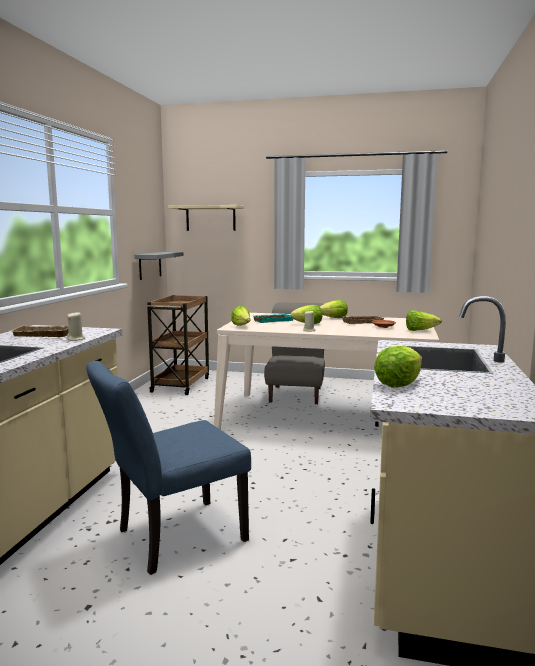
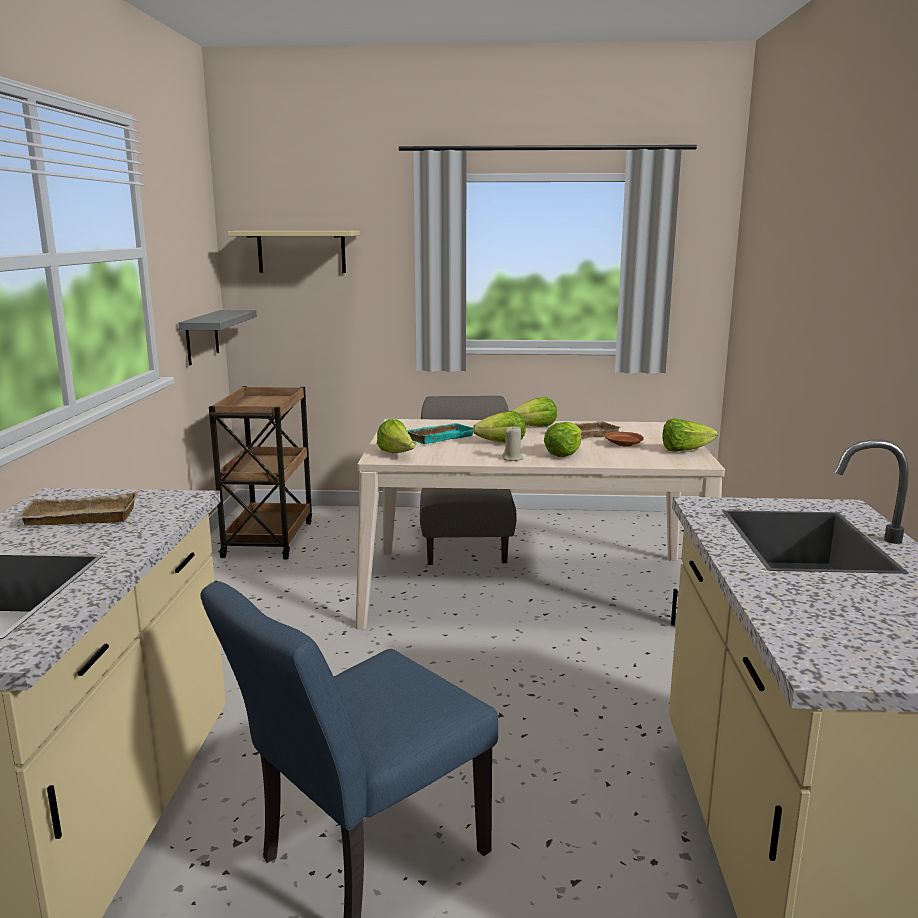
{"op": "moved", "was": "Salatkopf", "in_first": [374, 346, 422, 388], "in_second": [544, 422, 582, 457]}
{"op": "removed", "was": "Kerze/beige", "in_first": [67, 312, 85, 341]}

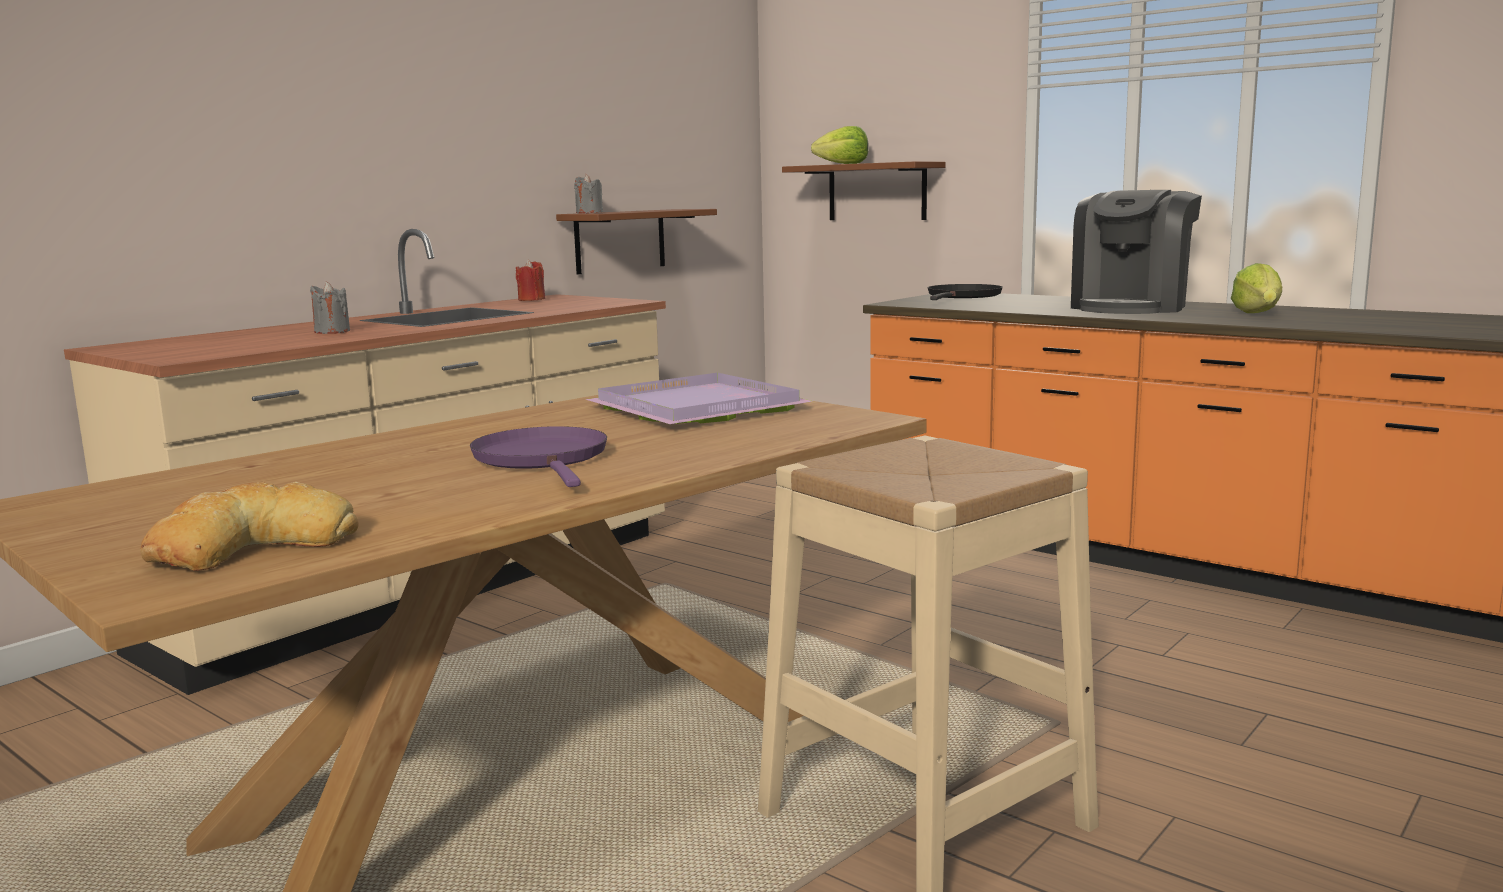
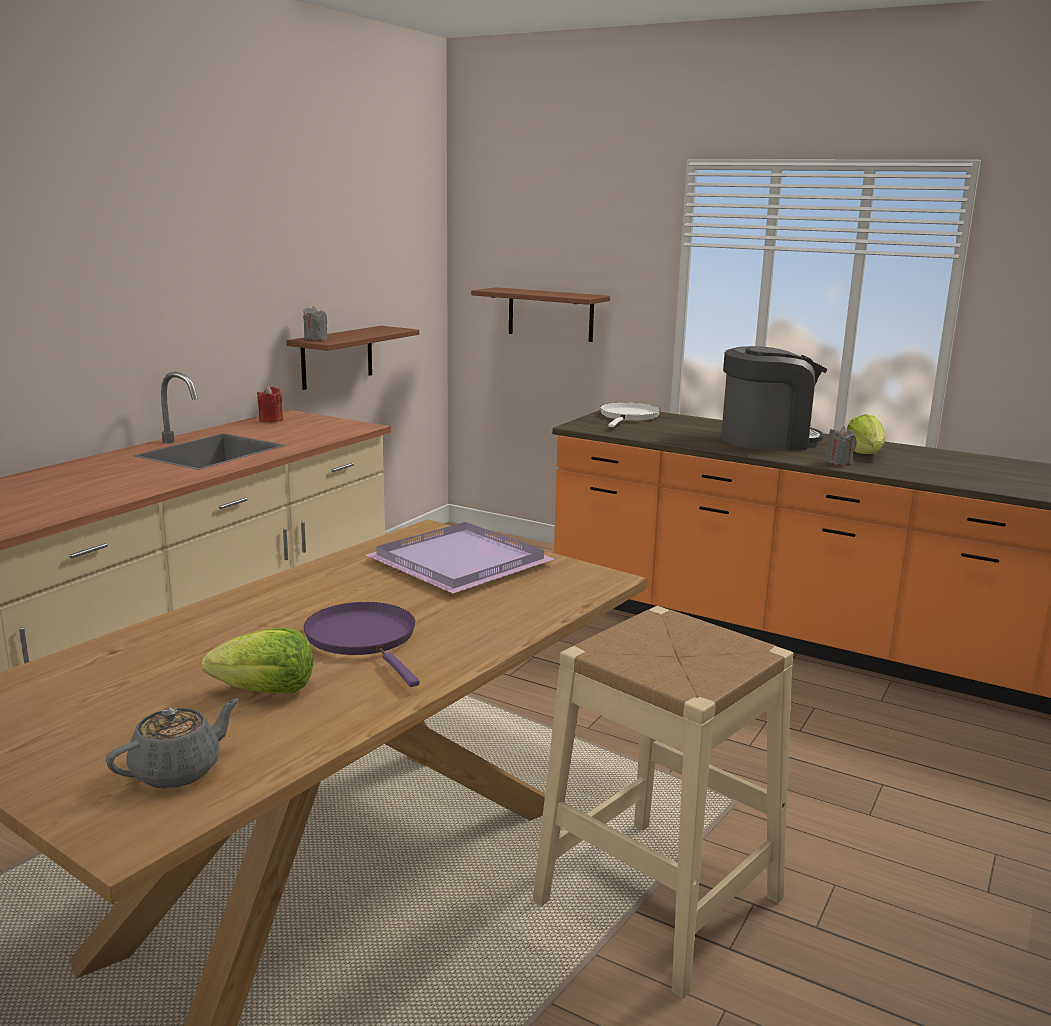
{"op": "replaced", "was": "Brot", "now": "Teekanne/grau", "in_first": [140, 482, 359, 571], "in_second": [106, 698, 239, 789]}
{"op": "moved", "was": "Salatkopf", "in_first": [811, 126, 869, 164], "in_second": [202, 628, 313, 693]}
{"op": "recoloured", "was": "Pfanne/schwarz", "now": "Pfanne/weiß", "in_first": [928, 284, 1003, 300], "in_second": [600, 403, 660, 427]}
{"op": "turned", "was": "Kaffeemaschine", "in_first": [1071, 190, 1202, 314], "in_second": [721, 346, 828, 450], "clockwise": -120}
{"op": "moved", "was": "Kerze/grau", "in_first": [310, 282, 350, 334], "in_second": [825, 427, 857, 466]}

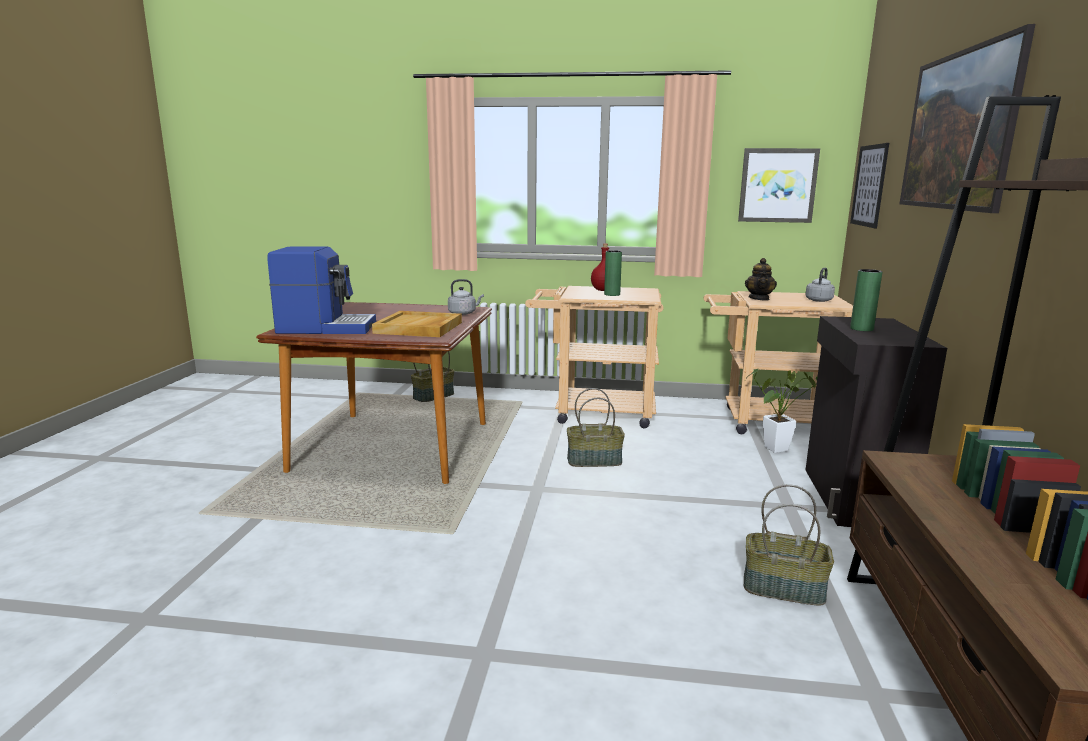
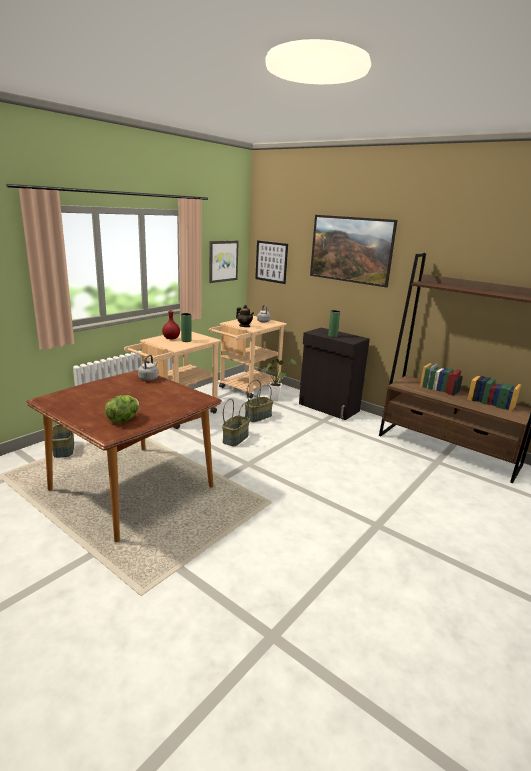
{"op": "replaced", "was": "Kaffeemaschine", "now": "Salatkopf", "in_first": [267, 246, 376, 334], "in_second": [105, 395, 139, 423]}
{"op": "moved", "was": "Korb", "in_first": [744, 484, 834, 606], "in_second": [245, 380, 273, 422]}
{"op": "removed", "was": "Tablett/beige", "in_first": [372, 311, 462, 337]}

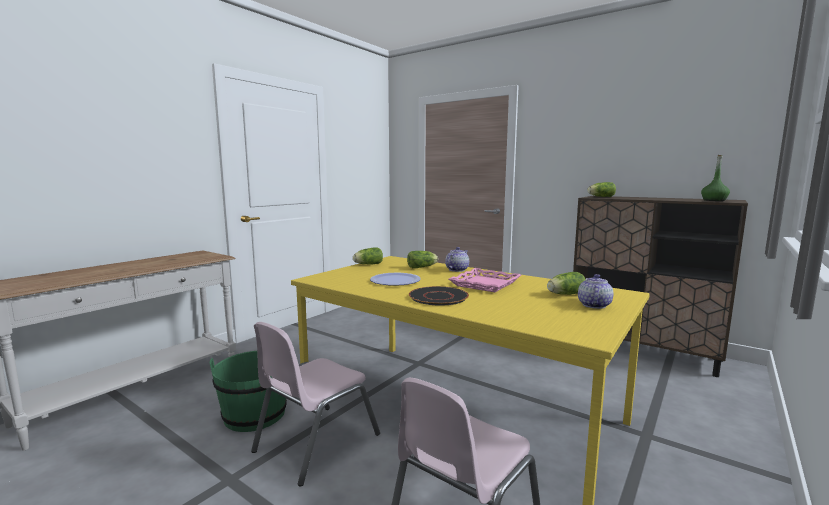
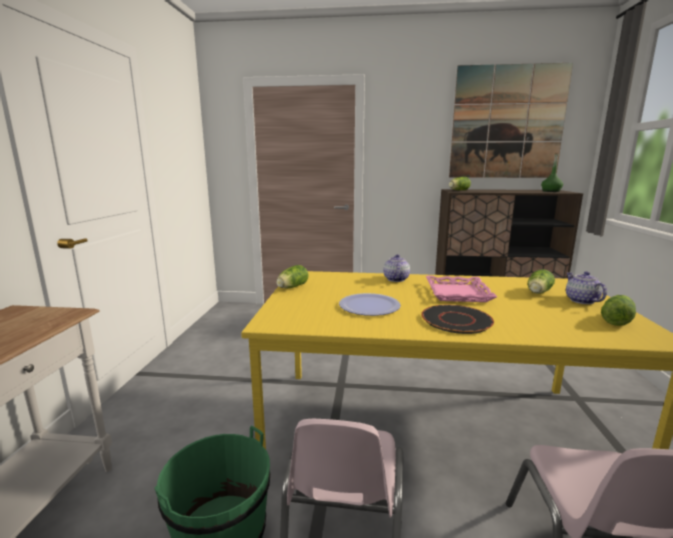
{"op": "added", "now": "Bild", "in_second": [449, 63, 573, 178]}
{"op": "moved", "was": "Salatkopf", "in_first": [407, 251, 438, 268], "in_second": [601, 295, 636, 326]}

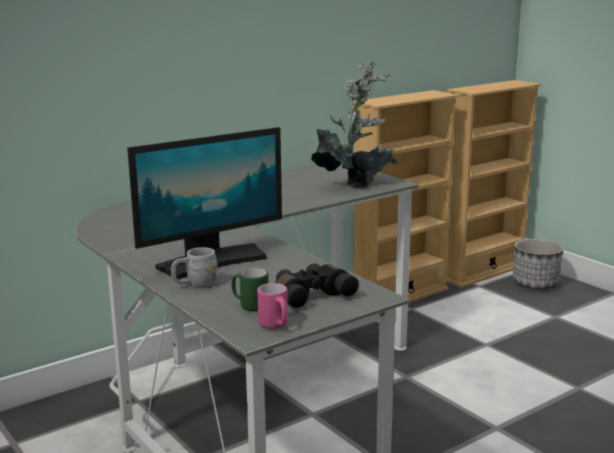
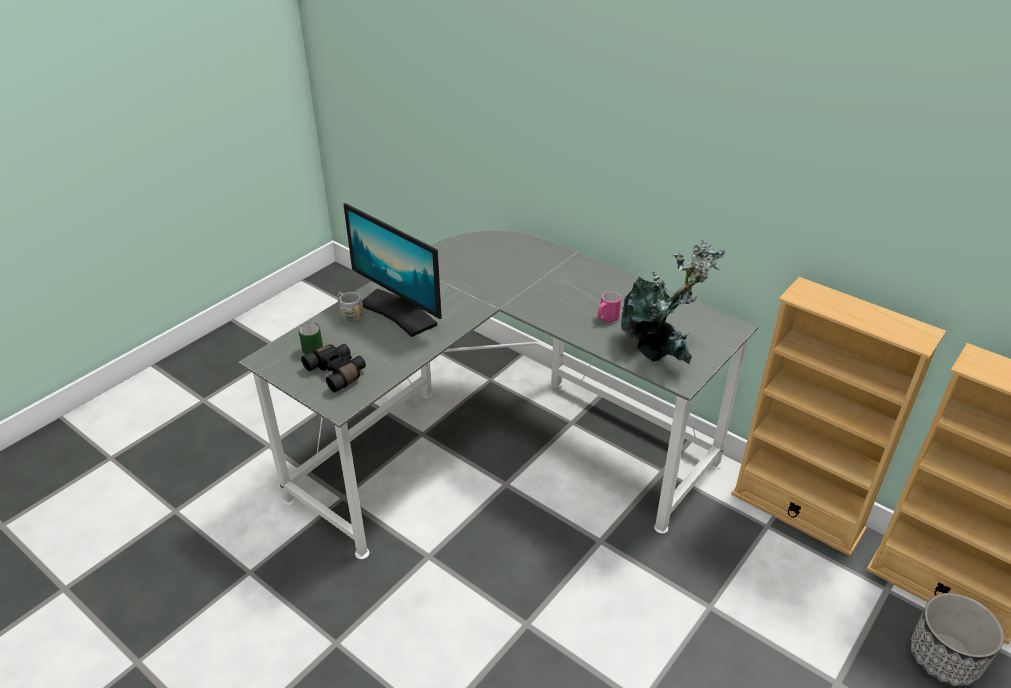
{"op": "moved", "was": "Henkelbecher/rosa", "in_first": [257, 283, 288, 329], "in_second": [598, 291, 621, 322]}

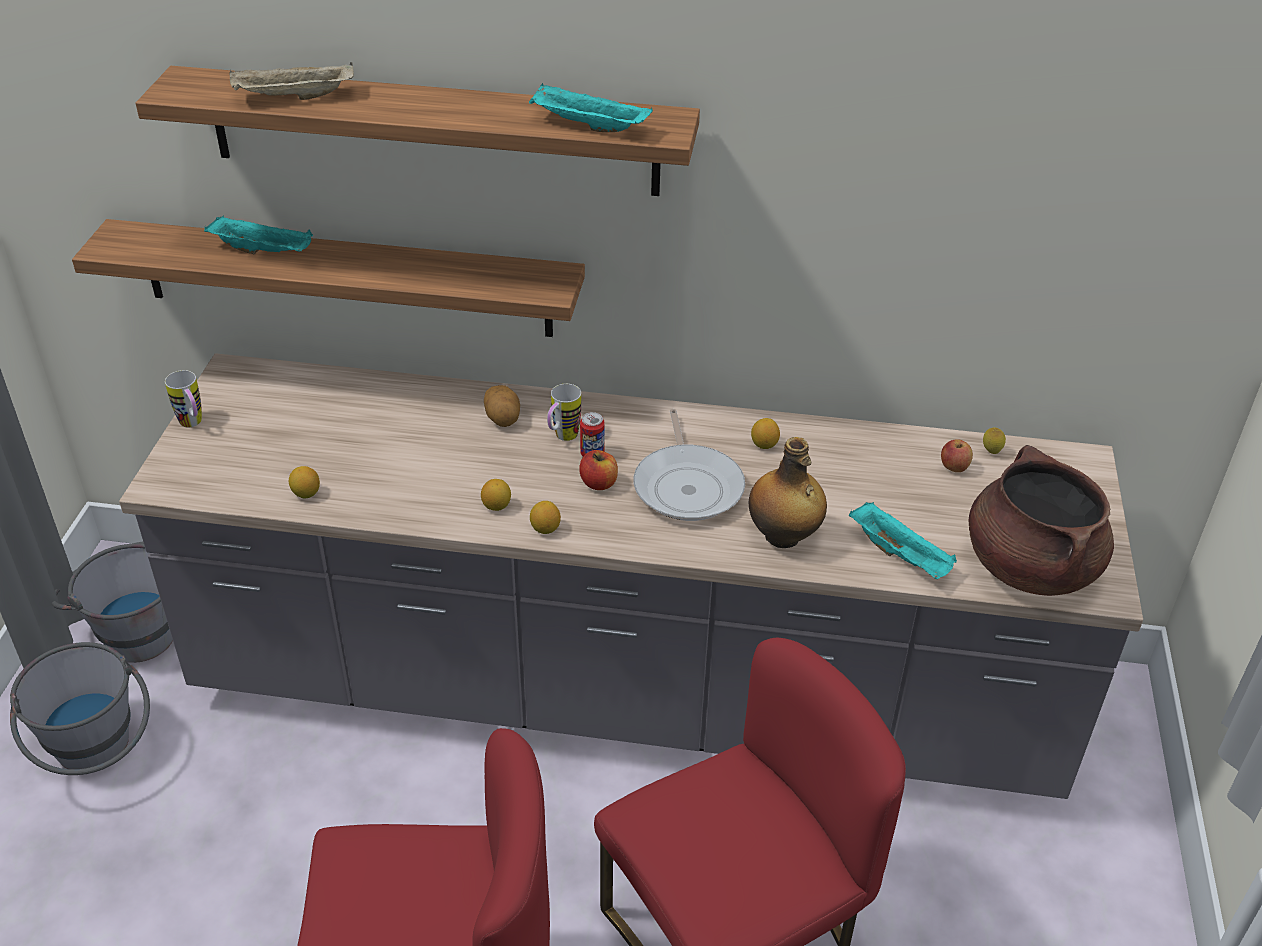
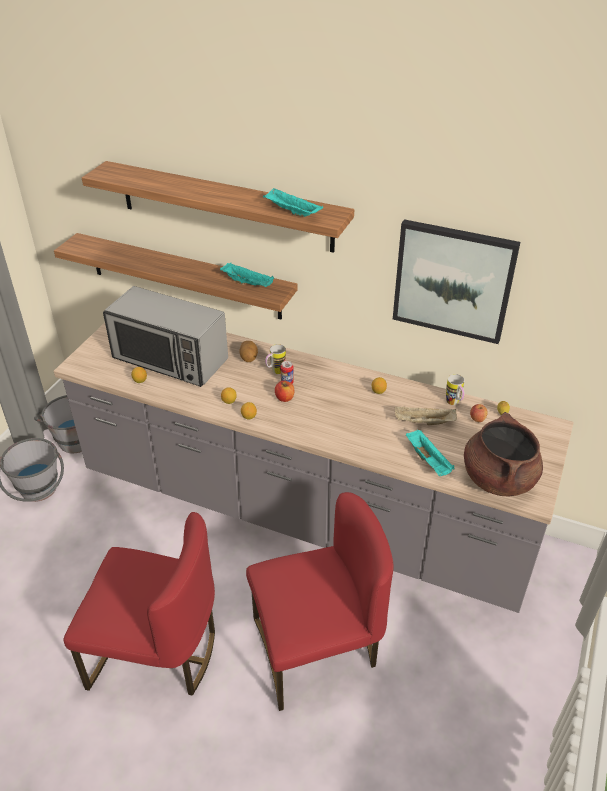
{"op": "added", "now": "Mikrowelle", "in_second": [103, 286, 228, 387]}
{"op": "moved", "was": "Tablett/türkis", "in_first": [204, 215, 313, 254], "in_second": [220, 263, 274, 287]}
{"op": "added", "now": "Bild", "in_second": [393, 219, 520, 344]}
{"op": "moved", "was": "Tablett/beige", "in_first": [229, 62, 354, 100], "in_second": [395, 406, 457, 425]}
{"op": "moved", "was": "Henkelbecher", "in_first": [165, 370, 202, 427], "in_second": [446, 374, 465, 405]}
{"op": "removed", "was": "Pfanne", "in_first": [633, 409, 745, 521]}
{"op": "removed", "was": "Flasche", "in_first": [749, 437, 827, 548]}

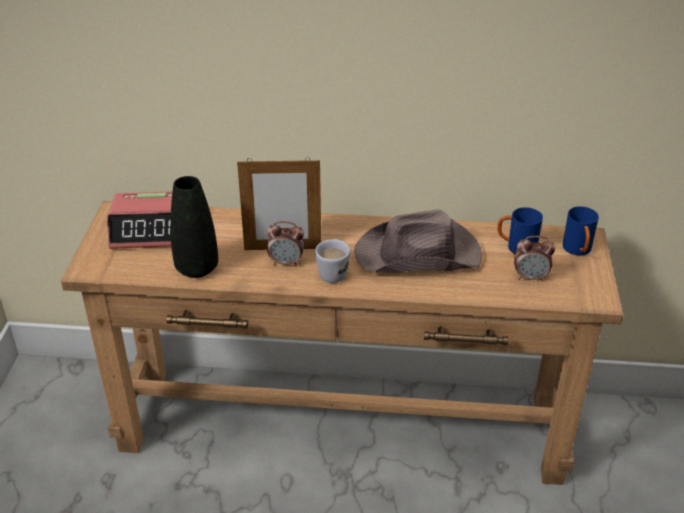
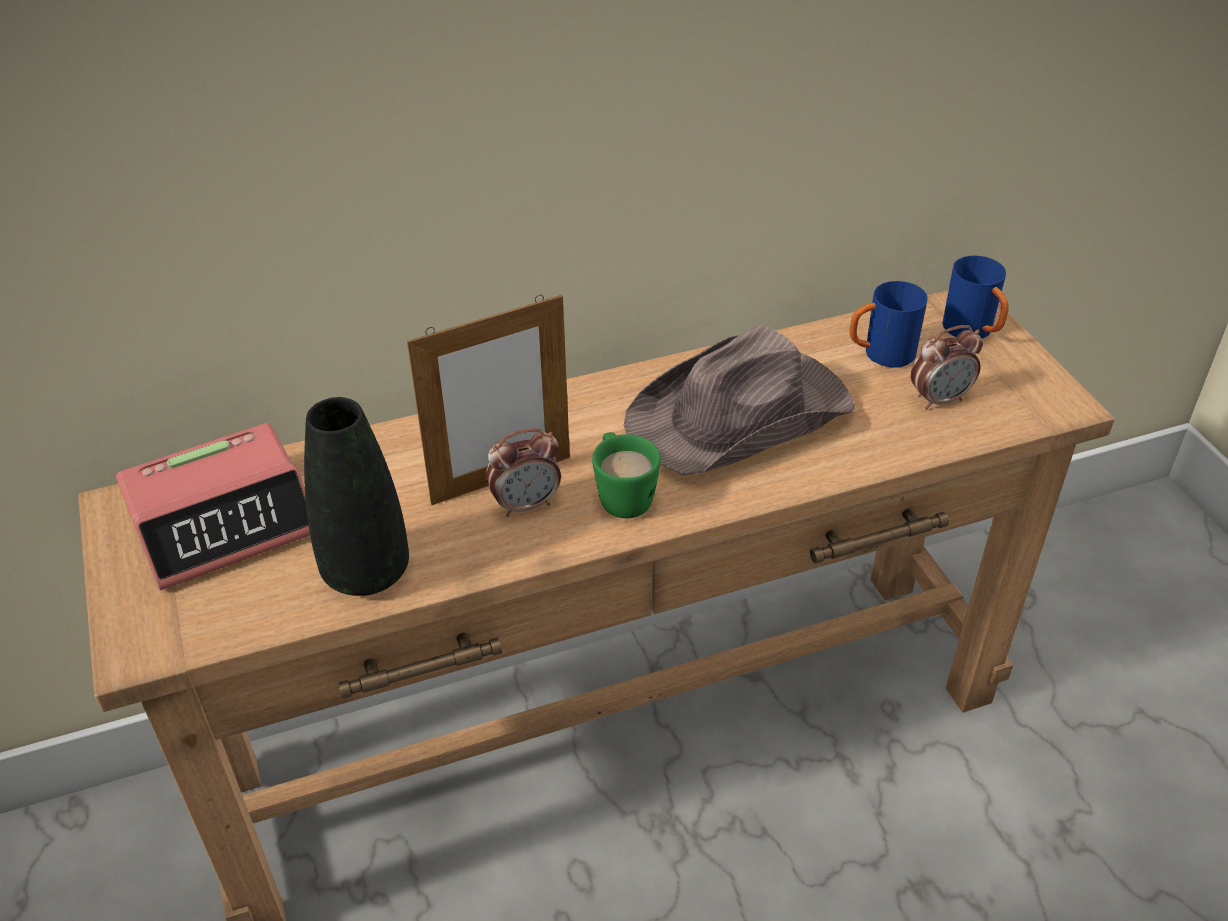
{"op": "recoloured", "was": "Henkelbecher/weiß", "now": "Henkelbecher/grün", "in_first": [315, 239, 351, 283], "in_second": [592, 432, 661, 518]}

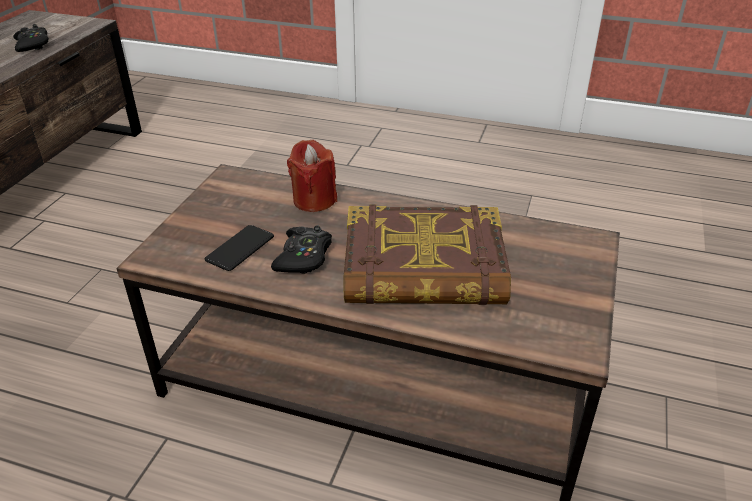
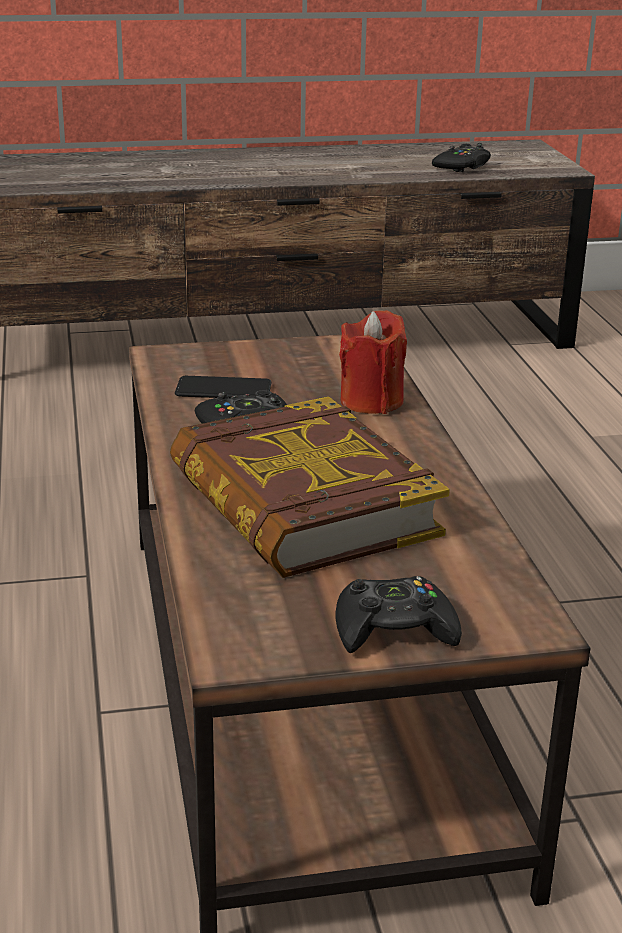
{"op": "added", "now": "Gamepad/schwarz", "in_second": [336, 576, 462, 653]}

